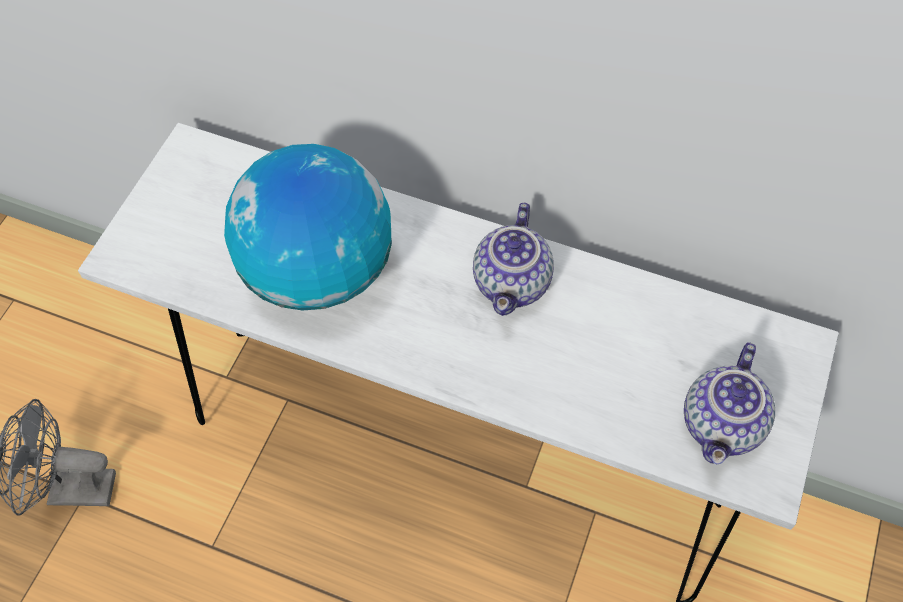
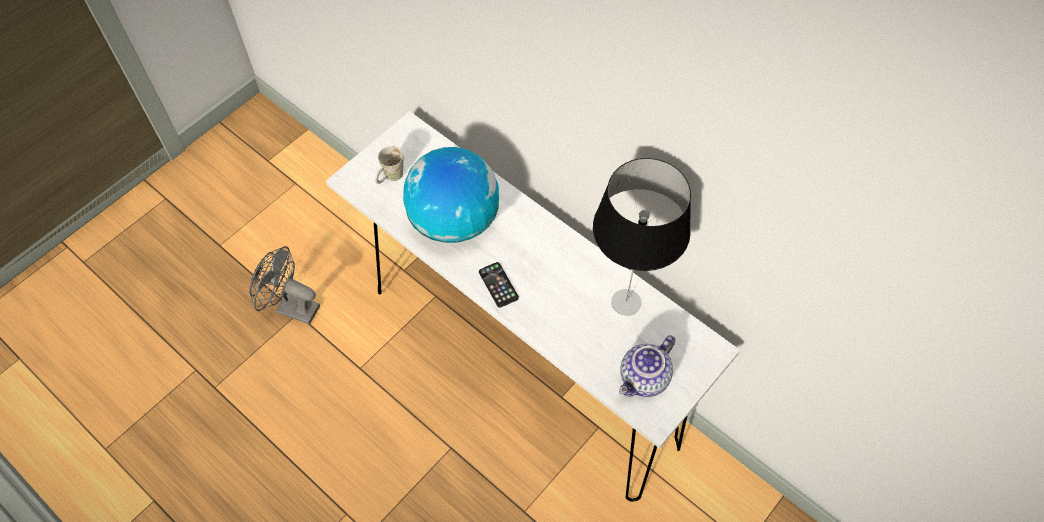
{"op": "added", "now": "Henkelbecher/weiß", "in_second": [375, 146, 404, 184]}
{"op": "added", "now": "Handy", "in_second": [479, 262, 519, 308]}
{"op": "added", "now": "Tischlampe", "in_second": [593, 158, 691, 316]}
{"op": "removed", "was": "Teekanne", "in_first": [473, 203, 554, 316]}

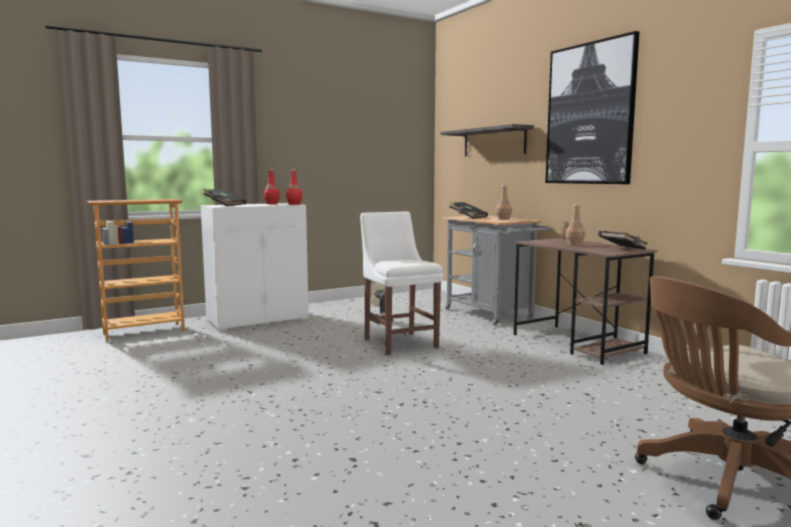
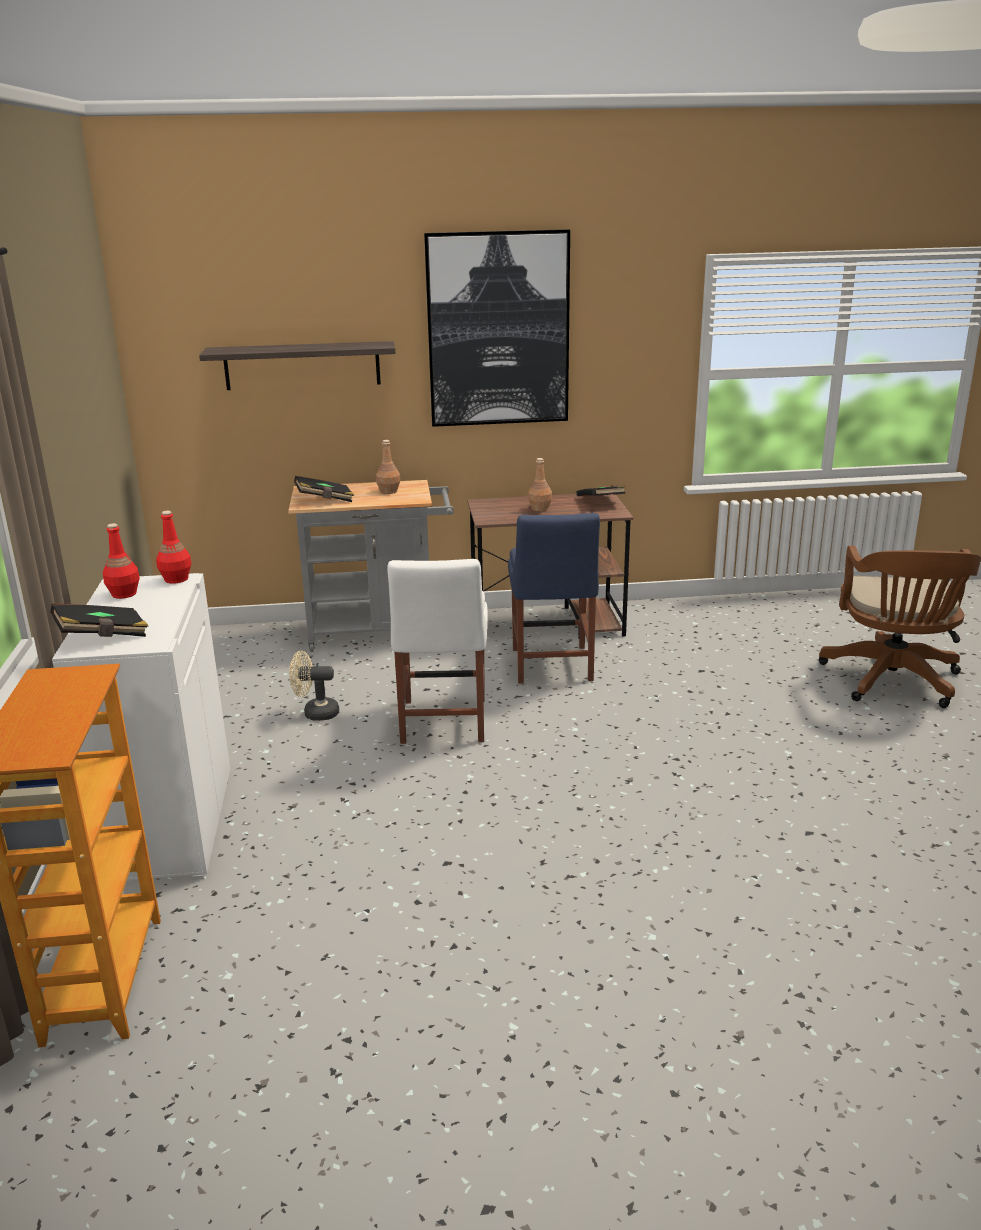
{"op": "turned", "was": "Stuhl/weiß", "in_first": [360, 211, 443, 355], "in_second": [387, 559, 488, 744], "clockwise": -90}
{"op": "added", "now": "Stuhl/blau", "in_second": [508, 513, 600, 684]}

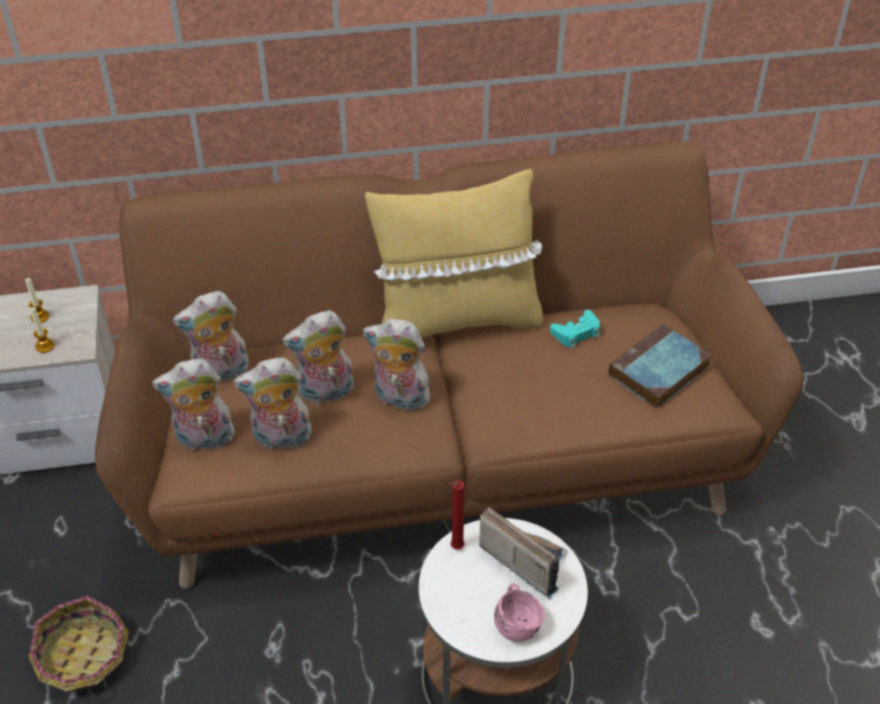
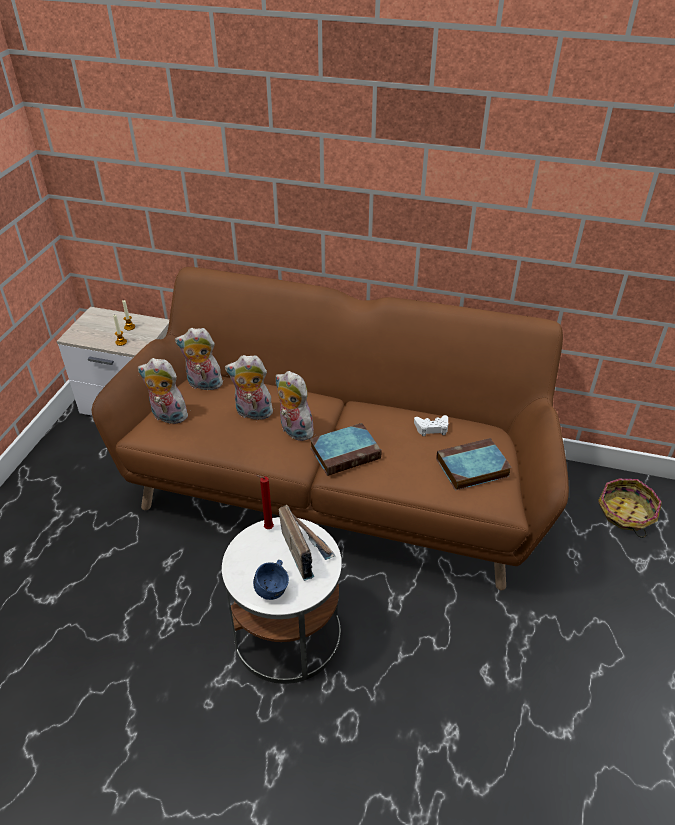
{"op": "recoloured", "was": "Henkelbecher/rosa", "now": "Henkelbecher/blau", "in_first": [494, 584, 545, 642], "in_second": [253, 560, 289, 600]}
{"op": "added", "now": "Buch", "in_second": [310, 423, 382, 476]}
{"op": "recoloured", "was": "Gamepad/türkis", "now": "Gamepad/weiß", "in_first": [550, 310, 600, 349], "in_second": [414, 415, 449, 436]}
{"op": "moved", "was": "Korb", "in_first": [28, 596, 129, 699], "in_second": [598, 479, 662, 538]}
{"op": "removed", "was": "Plüschtier", "in_first": [233, 357, 312, 449]}
{"op": "removed", "was": "Kissen/gelb", "in_first": [365, 169, 543, 338]}

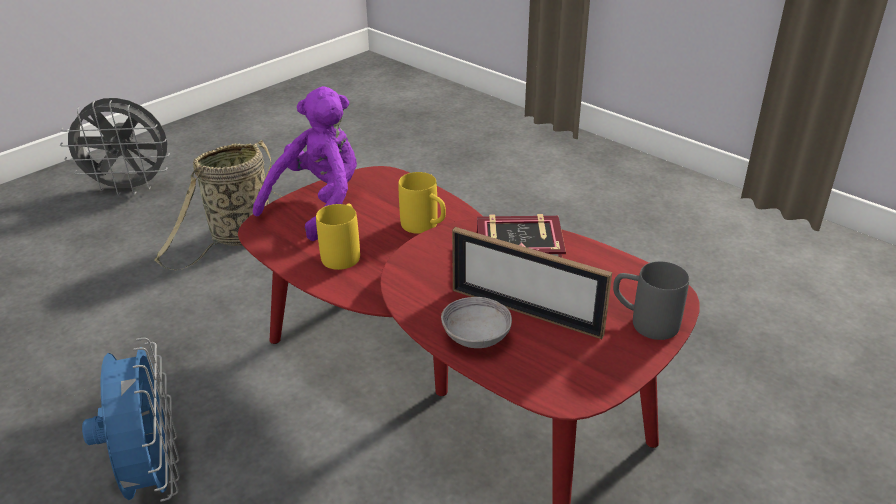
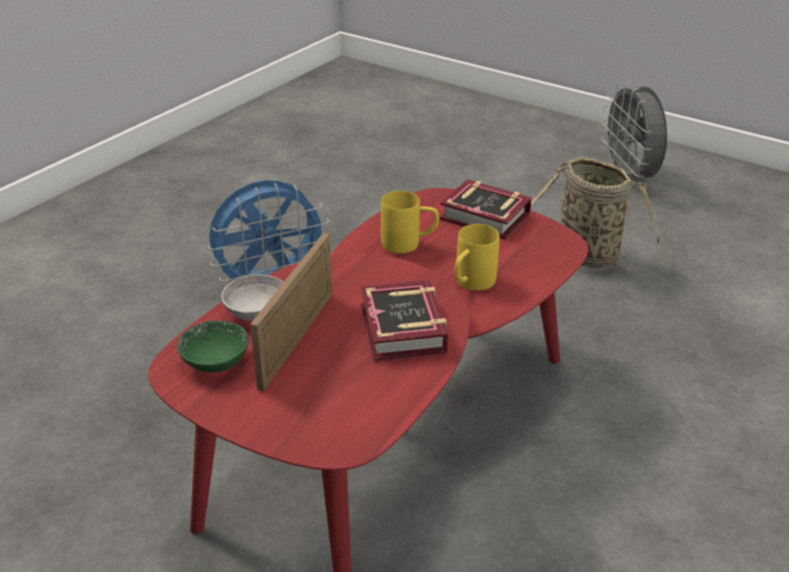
{"op": "added", "now": "Schüssel/grün", "in_second": [177, 321, 248, 372]}
{"op": "replaced", "was": "Plüschtier/lila", "now": "Buch", "in_first": [253, 86, 357, 241], "in_second": [440, 179, 532, 240]}
{"op": "removed", "was": "Henkelbecher/grau", "in_first": [613, 261, 689, 340]}

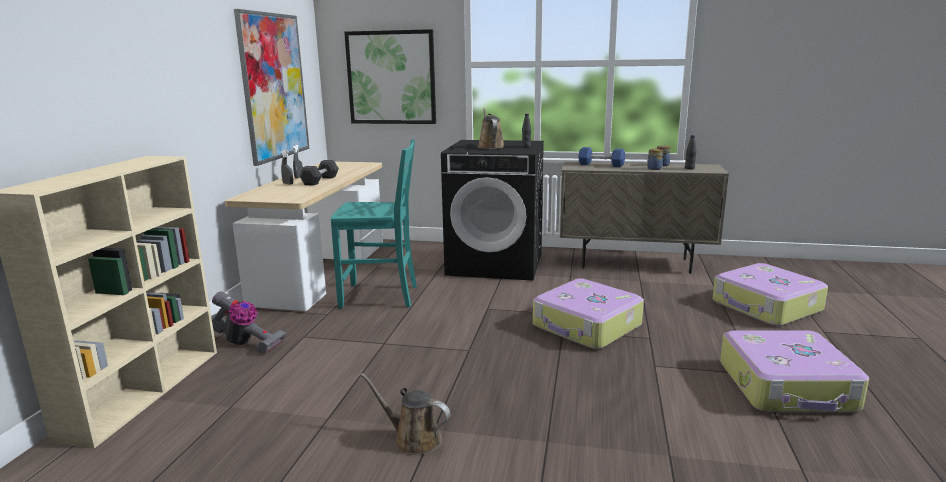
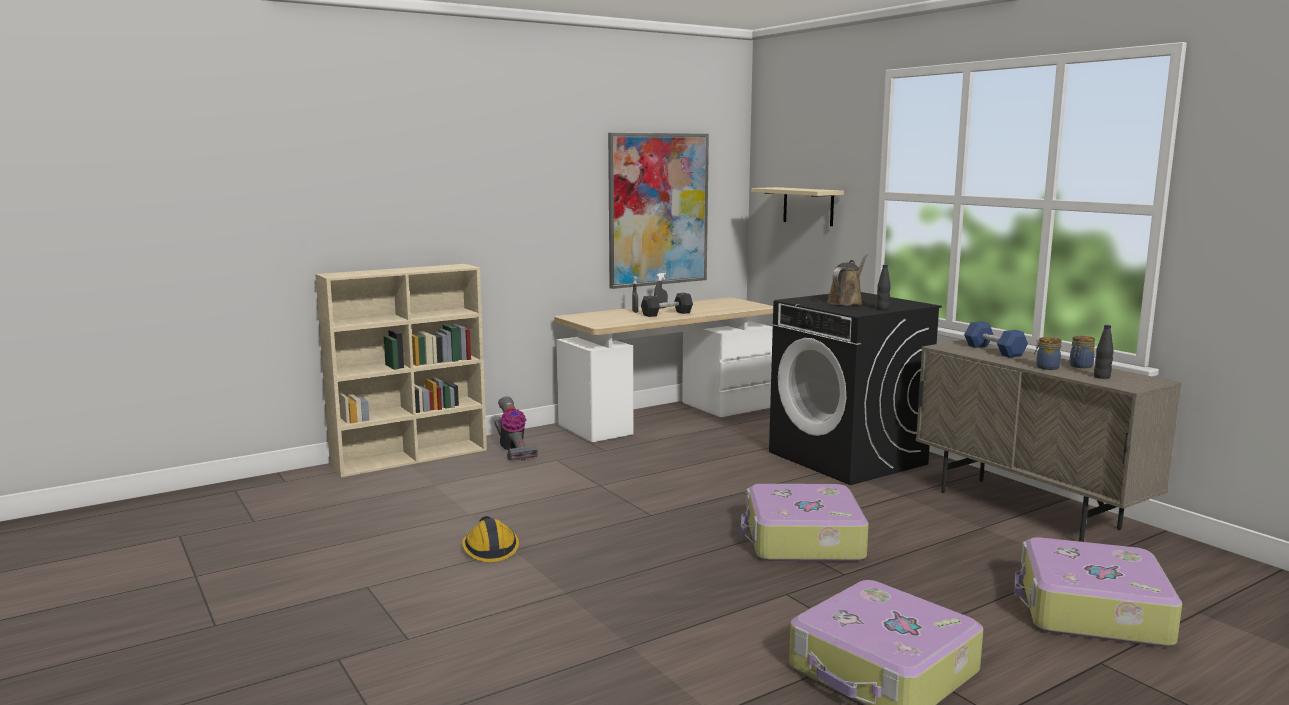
{"op": "replaced", "was": "Gießkanne/braun", "now": "Schutzhelm", "in_first": [360, 373, 450, 455], "in_second": [462, 516, 519, 562]}
{"op": "replaced", "was": "Bild", "now": "Wandregal/beige", "in_first": [344, 29, 436, 124], "in_second": [751, 187, 844, 226]}
{"op": "removed", "was": "Stuhl/türkis", "in_first": [331, 140, 417, 309]}

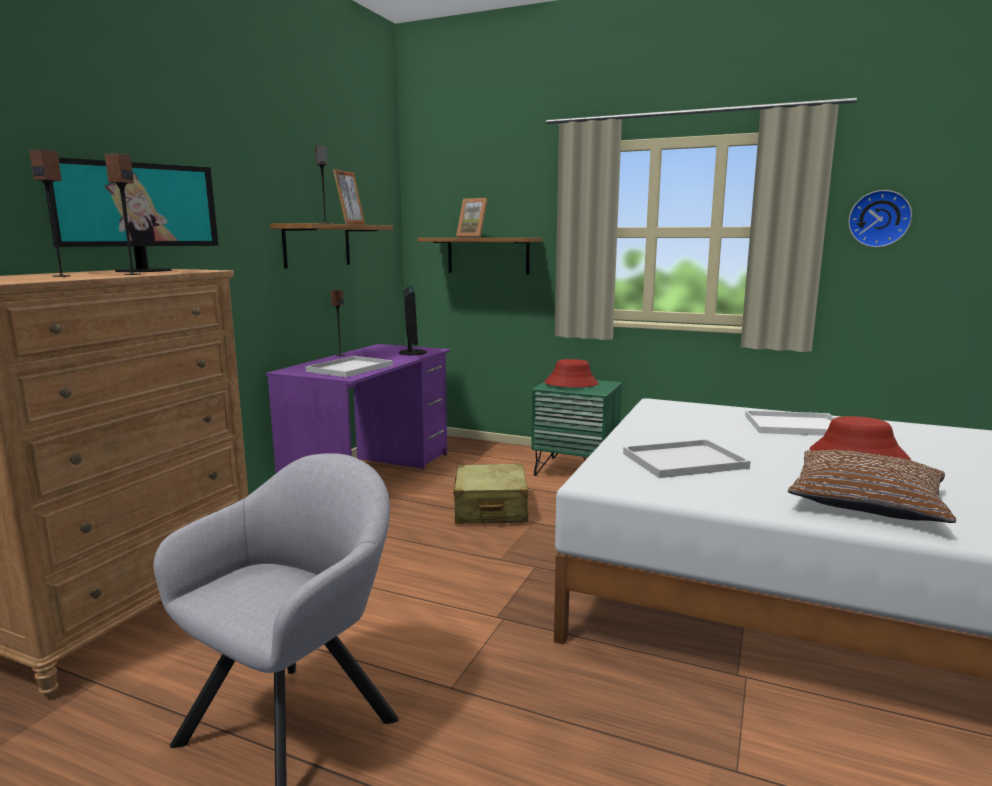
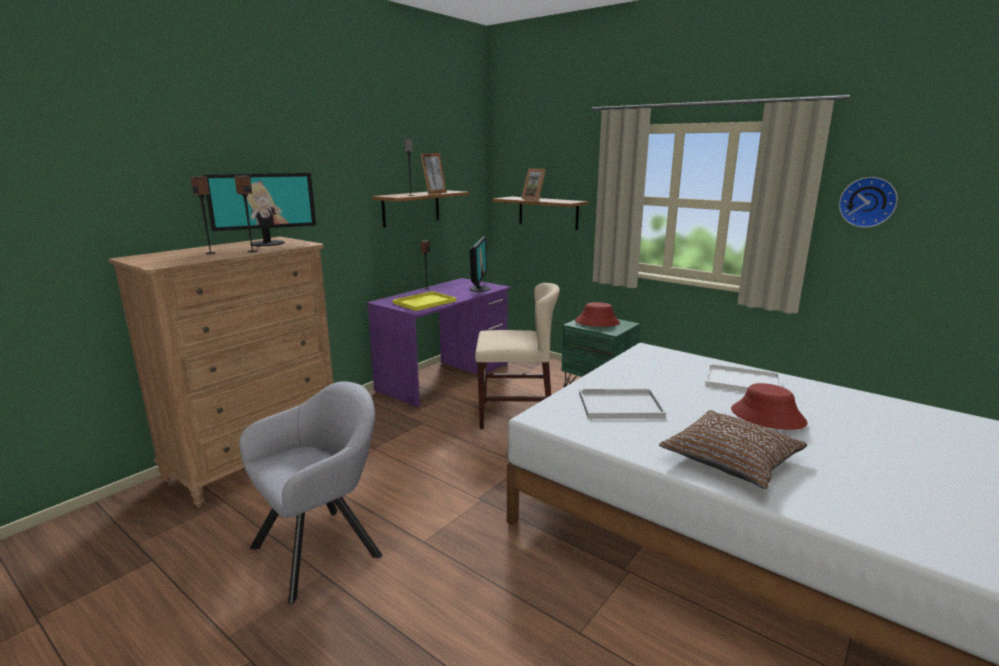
{"op": "recoloured", "was": "Tablett/weiß", "now": "Tablett/gelb", "in_first": [306, 356, 393, 377], "in_second": [393, 291, 456, 311]}
{"op": "replaced", "was": "Koffer/beige", "now": "Stuhl/beige", "in_first": [453, 463, 528, 524], "in_second": [475, 283, 560, 429]}

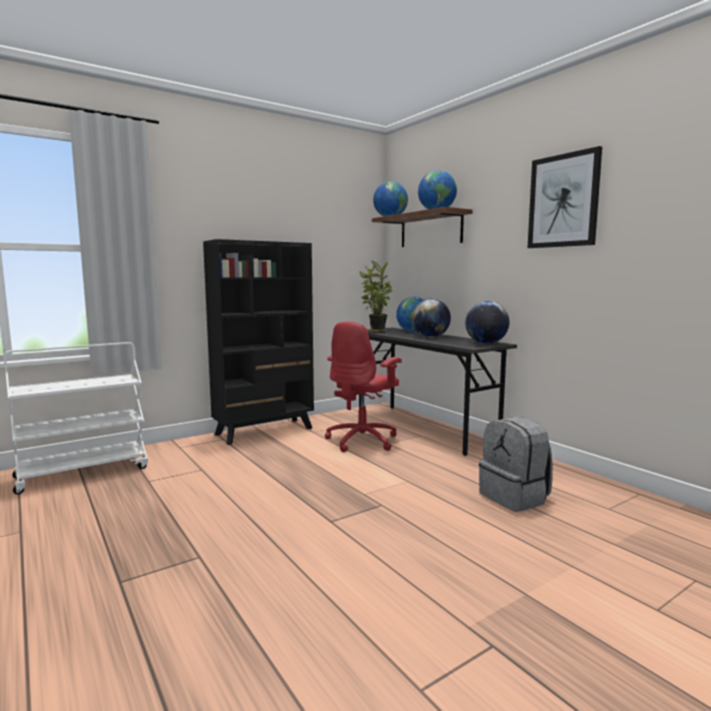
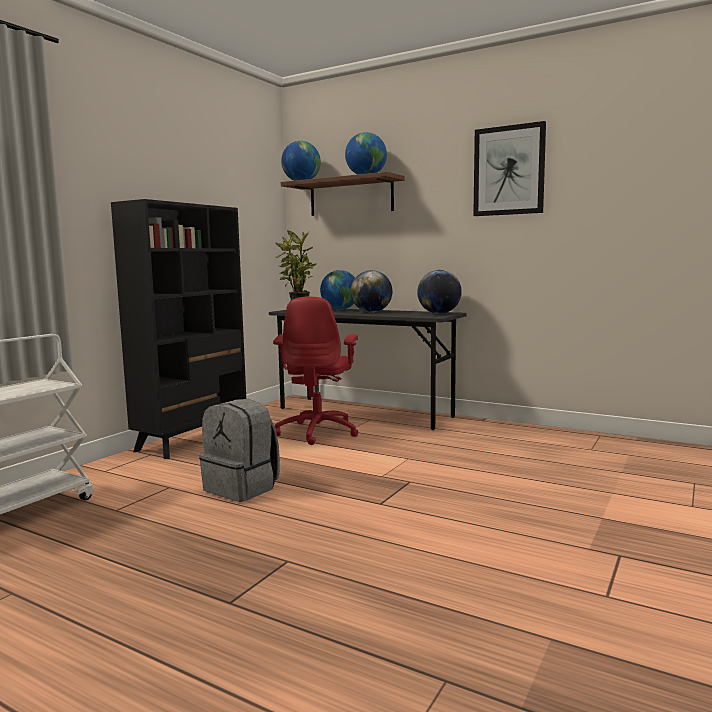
{"op": "moved", "was": "Rucksack/grau", "in_first": [479, 417, 553, 512], "in_second": [199, 399, 280, 502]}

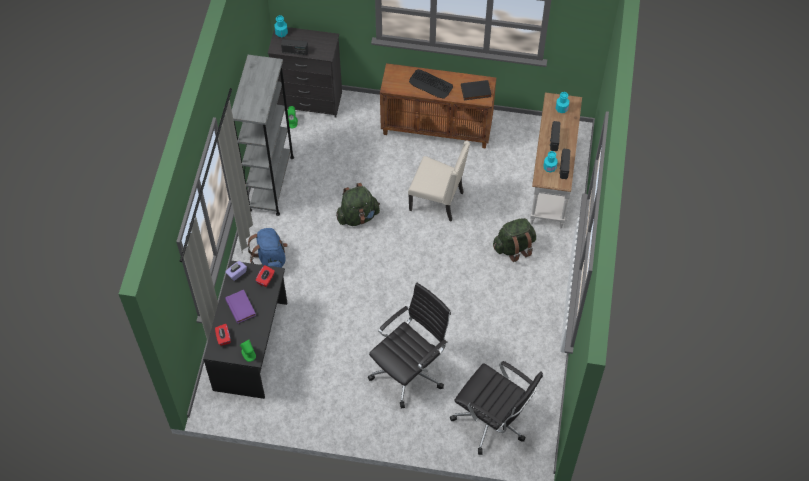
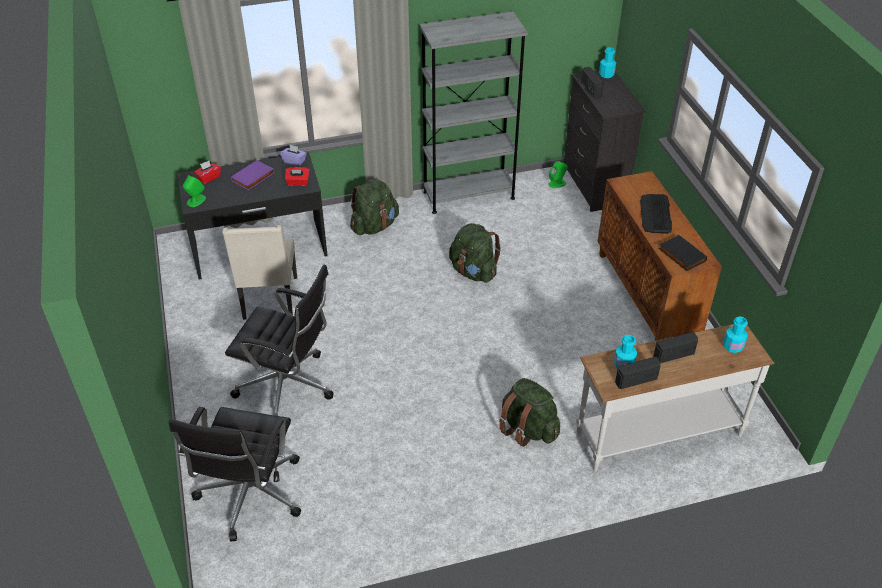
{"op": "moved", "was": "Stuhl/beige", "in_first": [408, 141, 470, 222], "in_second": [222, 225, 297, 320]}
{"op": "recoloured", "was": "Rucksack/blau", "now": "Rucksack/grün", "in_first": [247, 228, 288, 268], "in_second": [350, 179, 399, 235]}

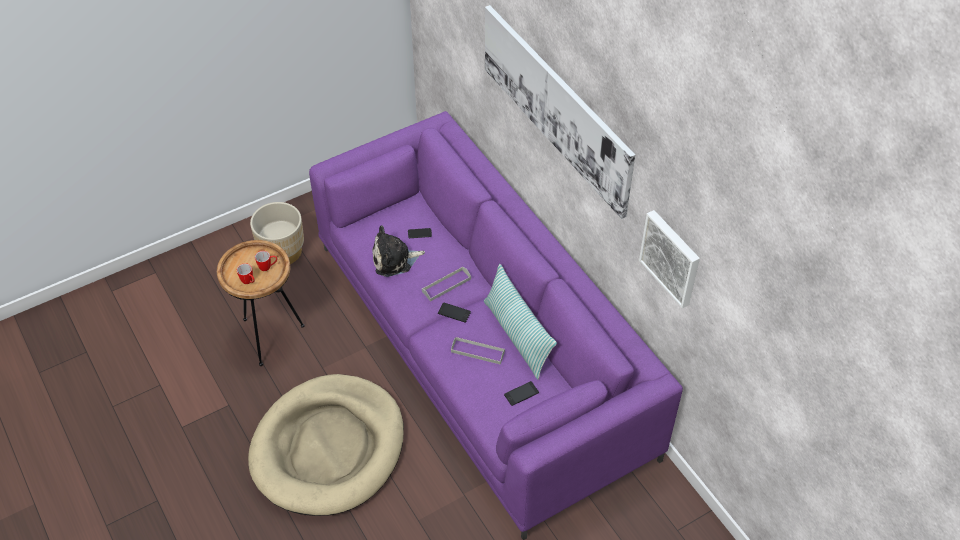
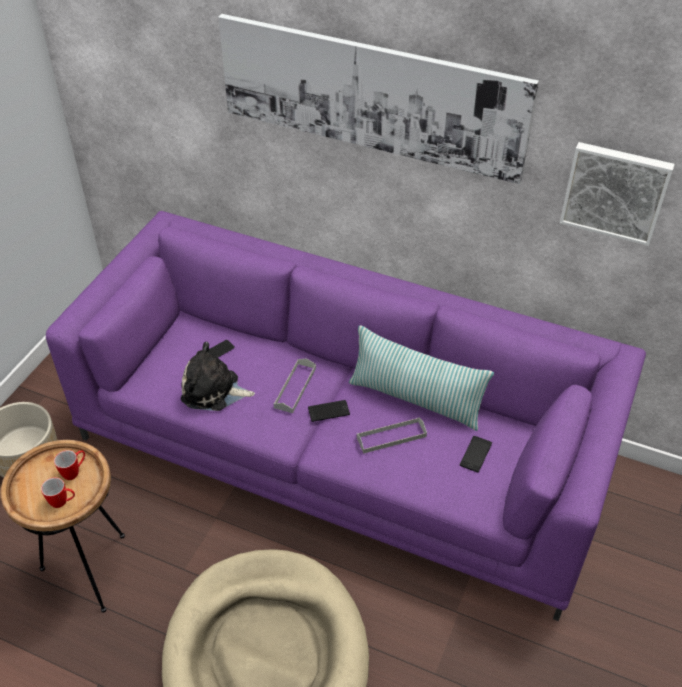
{"op": "turned", "was": "Plüschtier", "in_first": [372, 226, 425, 277], "in_second": [181, 342, 255, 411], "clockwise": 60}

